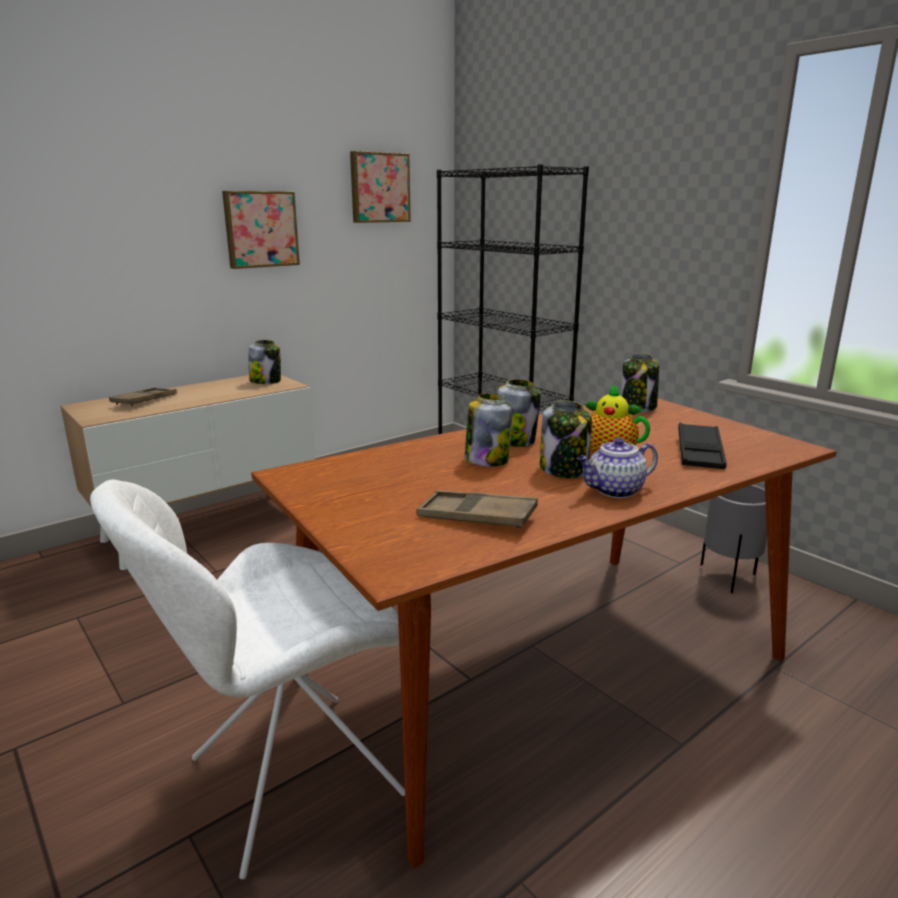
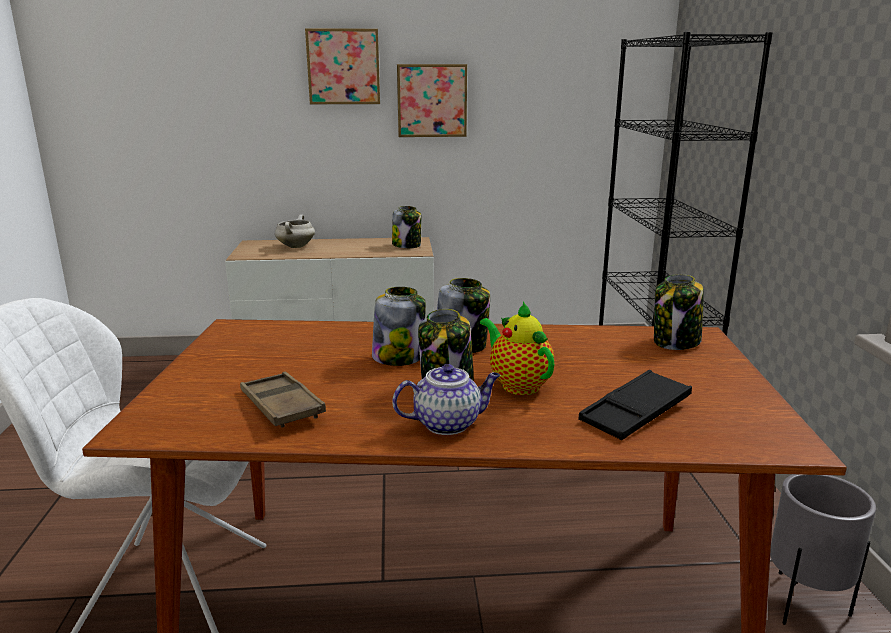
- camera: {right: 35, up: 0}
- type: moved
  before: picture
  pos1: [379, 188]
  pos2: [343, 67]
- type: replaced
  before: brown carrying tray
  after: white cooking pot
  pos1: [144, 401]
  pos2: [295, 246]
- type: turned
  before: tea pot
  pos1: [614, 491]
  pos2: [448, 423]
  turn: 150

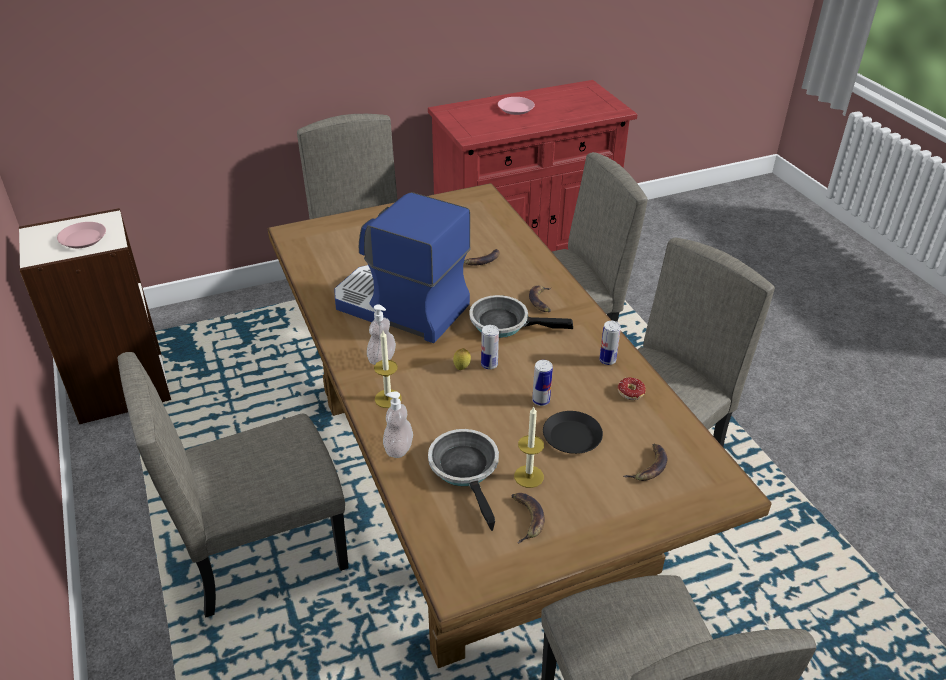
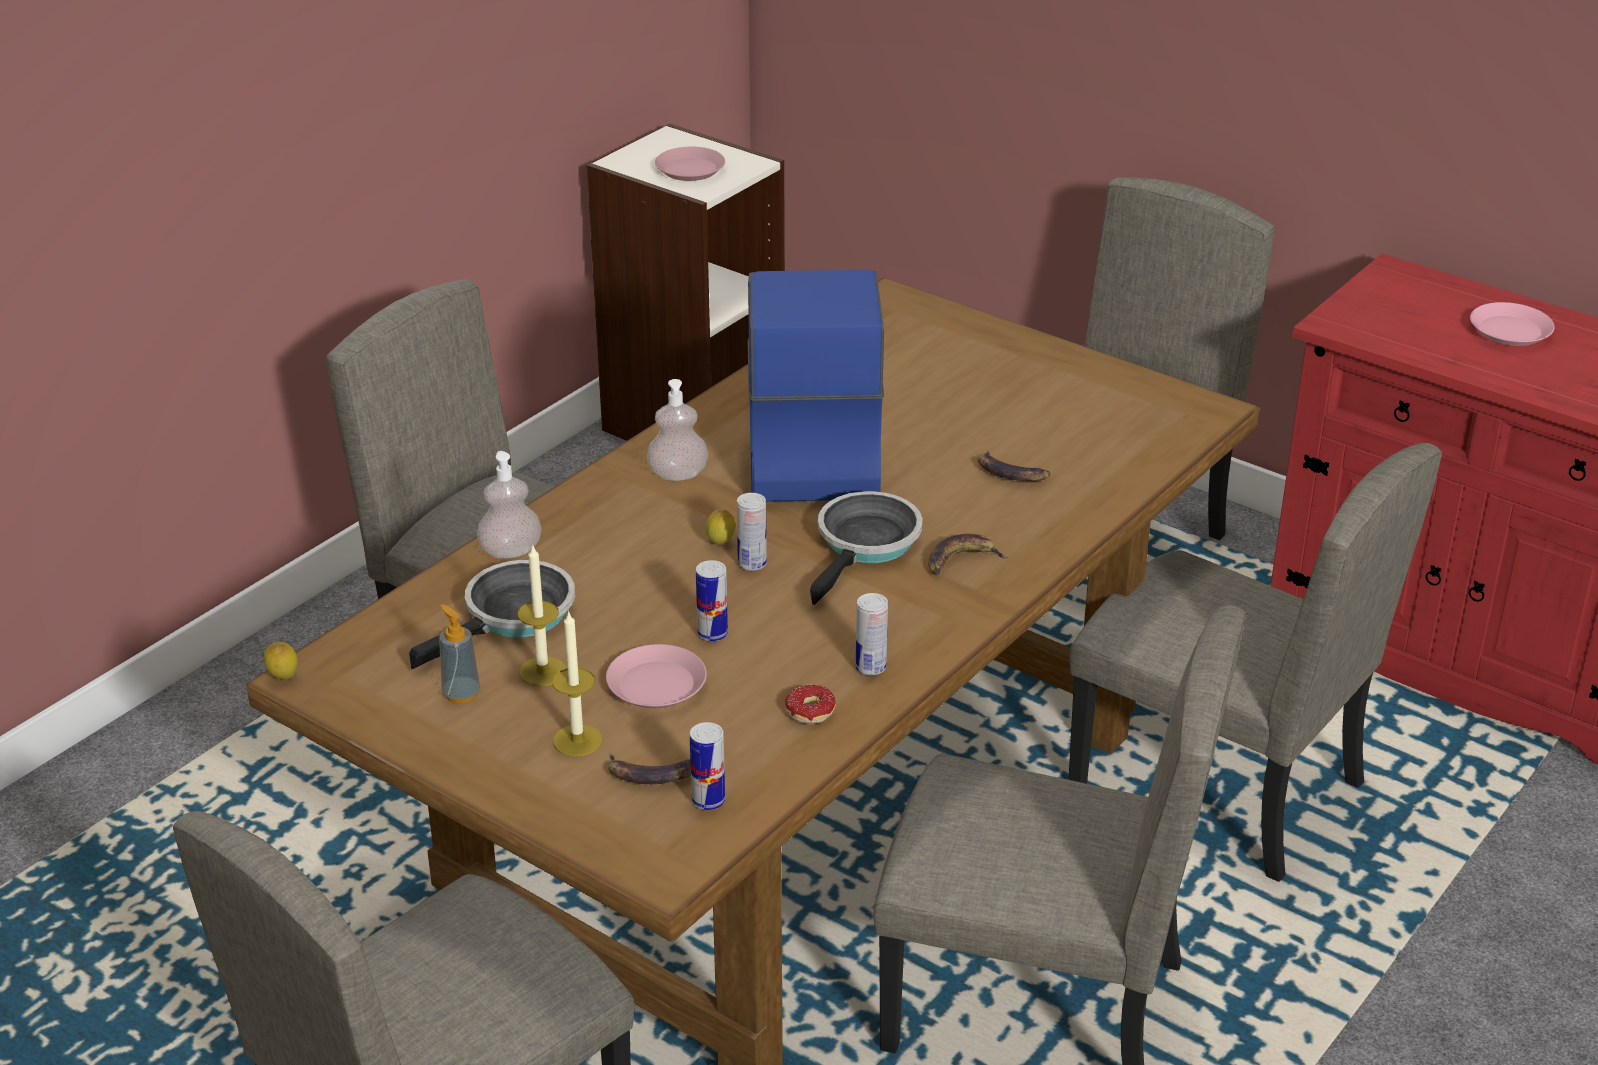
- camera: {right: 60, up: -5}
- type: turned
  before: skillet
  pos1: [504, 323]
  pos2: [866, 545]
  turn: 45
- type: moved
  before: wax candle
  pos1: [388, 398]
  pos2: [577, 740]
- type: recoloured
  before: black-coloured flat dish
  after: pink flat dish
  pos1: [571, 437]
  pos2: [656, 684]
- type: replaced
  before: whole banana
  after: liquid soap bottle
  pos1: [526, 518]
  pos2: [461, 694]
- type: added
  after: whole lemon
  pos2: [283, 678]
- type: added
  after: can
  pos2: [708, 801]

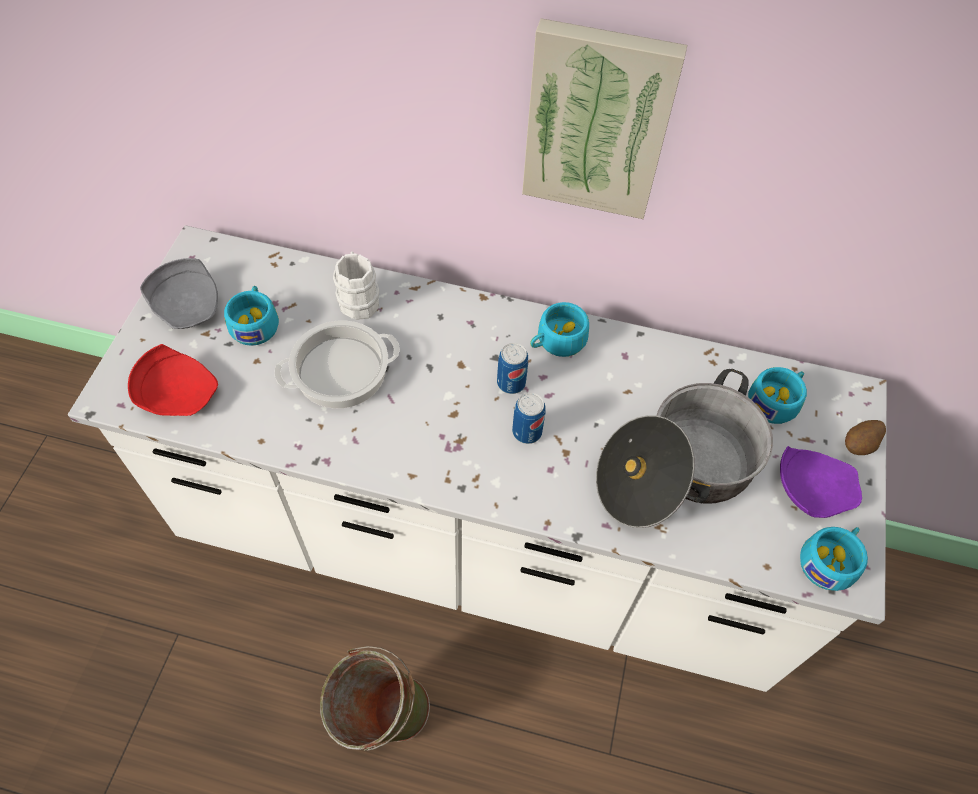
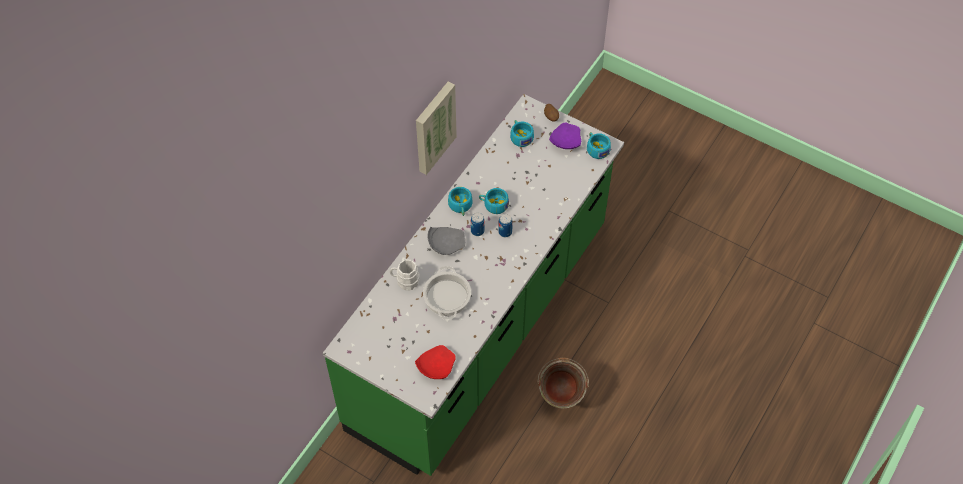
- camera: {right: -70, up: 0}
- type: recoloured
  before: white kitchen base unit
  after: greenish kitchen base unit
  pos1: [481, 545]
  pos2: [481, 328]
- type: moved
  before: gray flat dish
  pos1: [188, 305]
  pos2: [446, 243]
- type: moved
  before: blue-green cup
  pos1: [255, 323]
  pos2: [493, 204]
- type: removed
  before: cooking pot
  pos1: [676, 470]

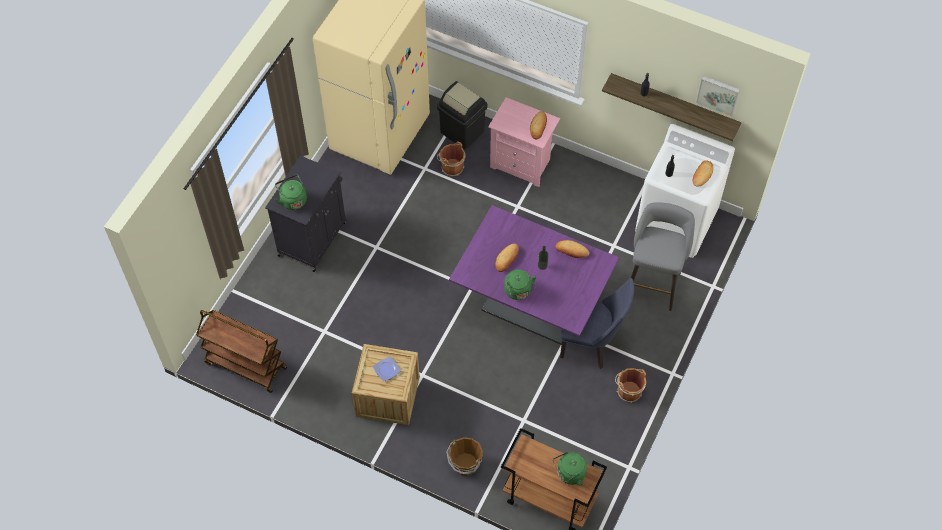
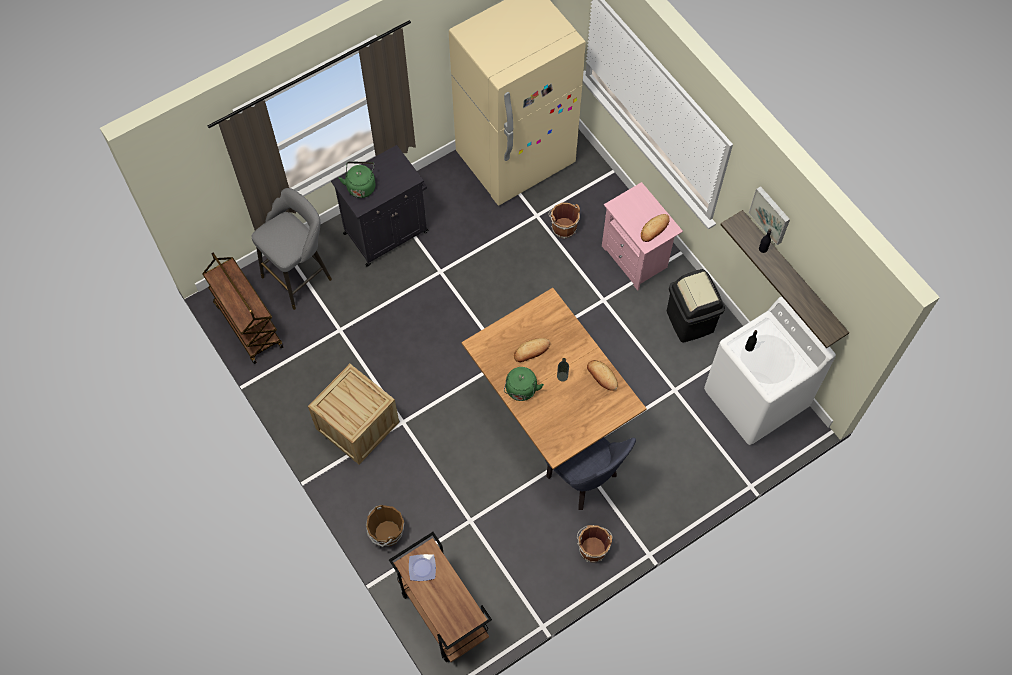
- camera: {right: 30, up: 5}
- type: moved
  before: picture
  pos1: [718, 94]
  pos2: [771, 214]
- type: moved
  before: black-coloured rubbish bin
  pos1: [462, 131]
  pos2: [690, 321]
- type: removed
  before: baked bread
  pos1: [702, 175]
- type: moved
  before: gray sitting stool
  pos1: [653, 282]
  pos2: [299, 275]
- type: recoloured
  before: purple-coloured dining table
  after: brown dining table
  pos1: [531, 308]
  pos2: [550, 411]
- type: moved
  before: flat dish
  pos1: [386, 369]
  pos2: [421, 567]
- type: removed
  before: greenish water kettle
  pos1: [569, 474]

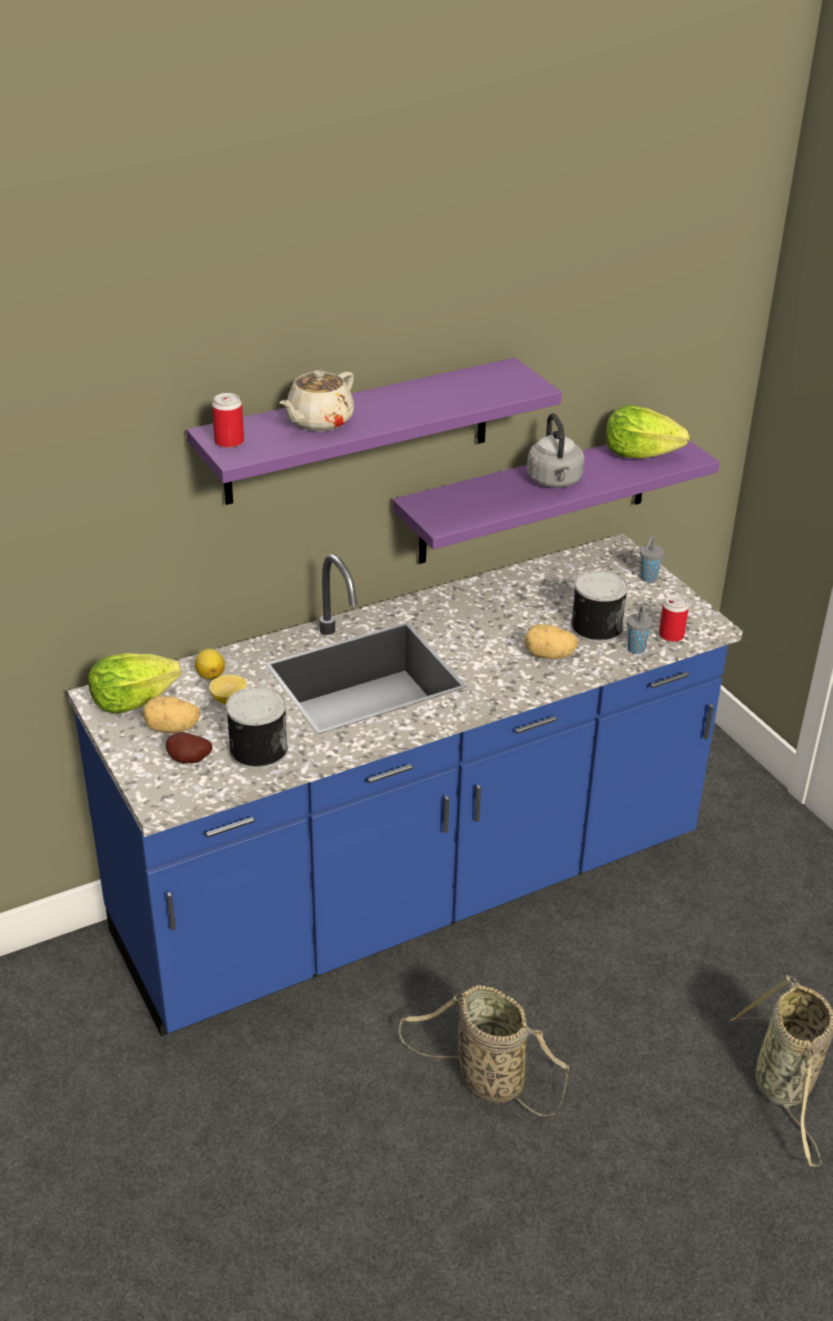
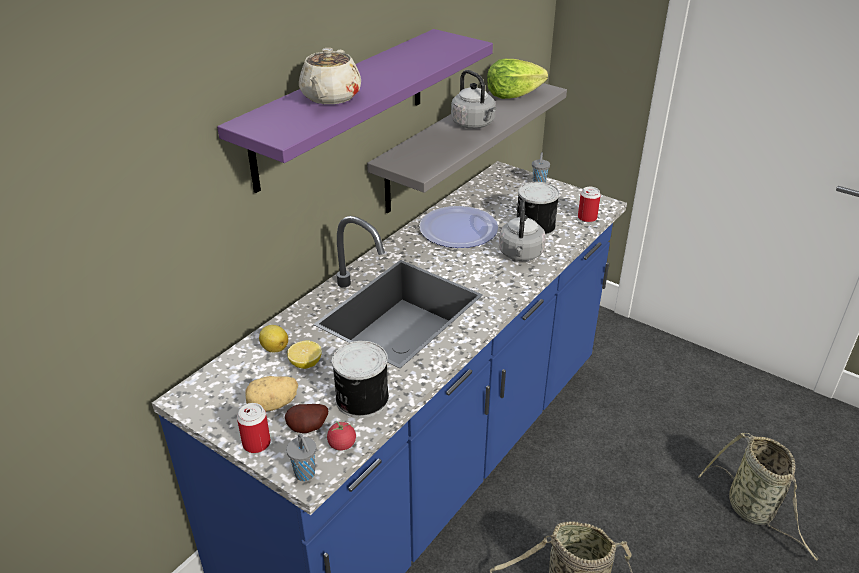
- camera: {right: -25, up: 0}
- type: moved
  before: can
  pos1: [229, 442]
  pos2: [256, 443]
- type: recoloured
  before: purple-coloured bracket shelf
  after: gray bracket shelf
  pos1: [535, 496]
  pos2: [448, 143]
- type: moved
  before: gray cup
  pos1: [636, 649]
  pos2: [305, 474]
- type: replaced
  before: spud
  after: gray water kettle
  pos1: [549, 655]
  pos2: [520, 255]
- type: removed
  before: lettuce head
  pos1: [132, 701]
- type: added
  after: flat dish
  pos2: [458, 229]
- type: added
  after: tomato
  pos2: [342, 444]

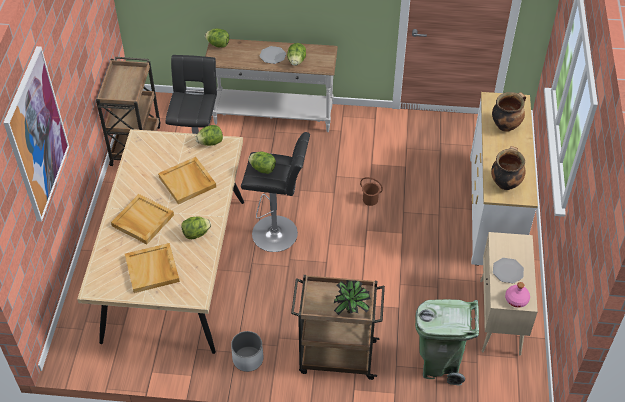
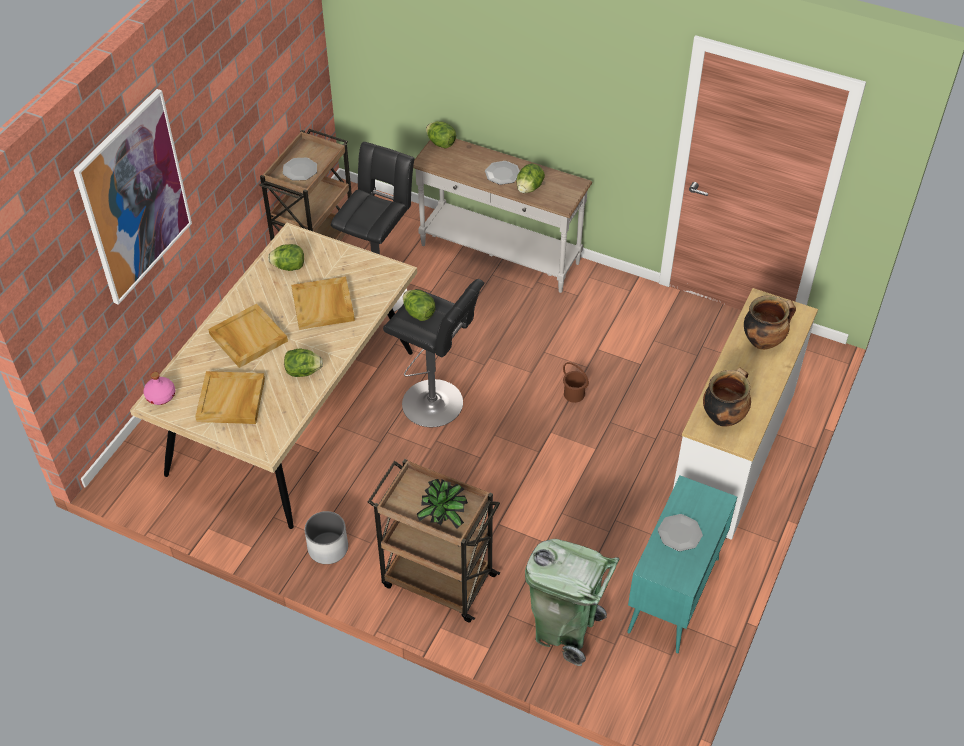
- camera: {right: 20, up: 0}
- type: moved
  before: lettuce head
  pos1: [210, 142]
  pos2: [289, 267]
- type: recoloured
  before: beige cupboard
  after: blue-green cupboard
  pos1: [500, 318]
  pos2: [673, 596]
- type: moved
  before: pink beverage bottle
  pos1: [516, 299]
  pos2: [161, 395]
- type: added
  after: flat dish
  pos2: [300, 170]

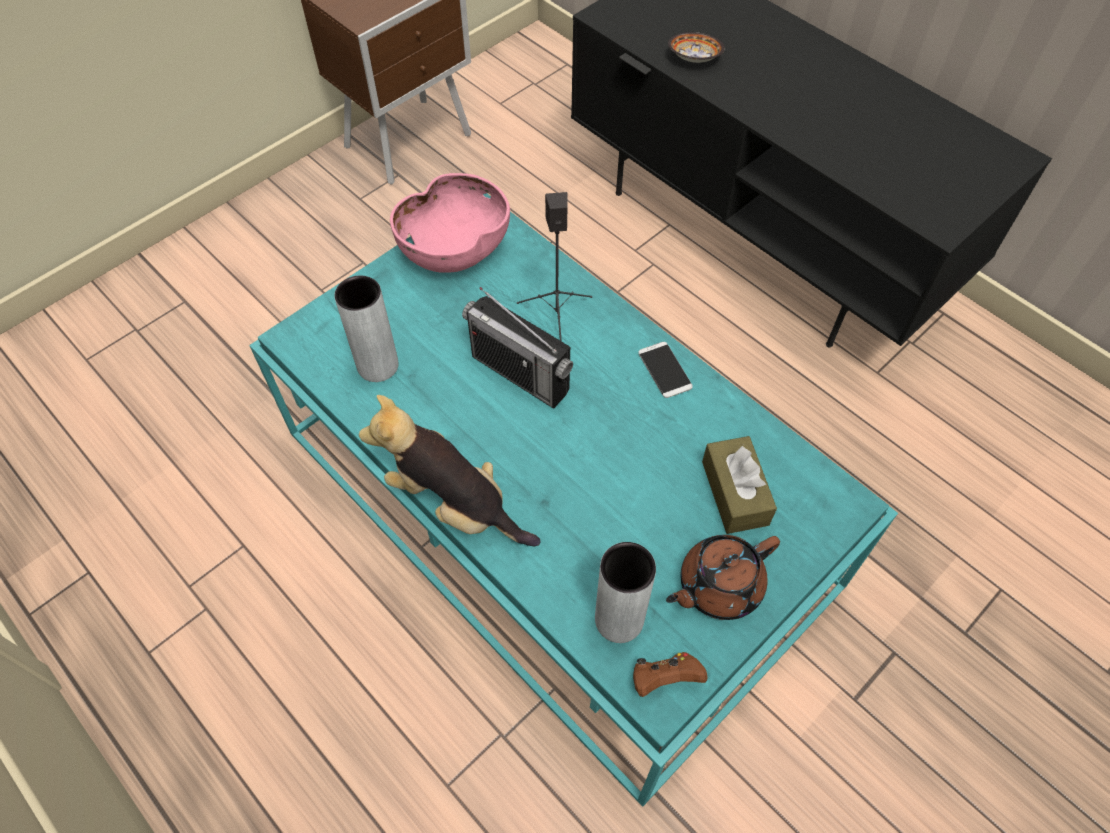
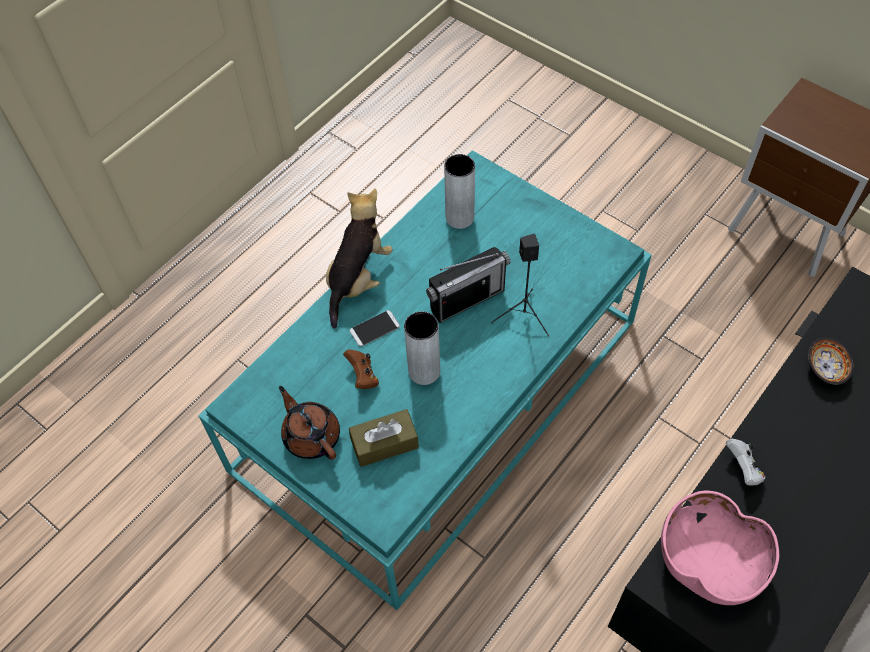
- camera: {right: 85, up: 0}
- type: moved
  before: pink serving bowl
  pos1: [455, 250]
  pos2: [708, 562]
- type: turned
  before: radio
  pos1: [520, 373]
  pos2: [467, 300]
  turn: -150
- type: moved
  before: handset
  pos1: [664, 370]
  pos2: [374, 328]
- type: moved
  before: gray flower vase
  pos1: [619, 619]
  pos2: [424, 371]
- type: moved
  before: brown joypad
  pos1: [664, 678]
  pos2: [363, 376]
- type: added
  after: white joypad
  pos2: [743, 468]

